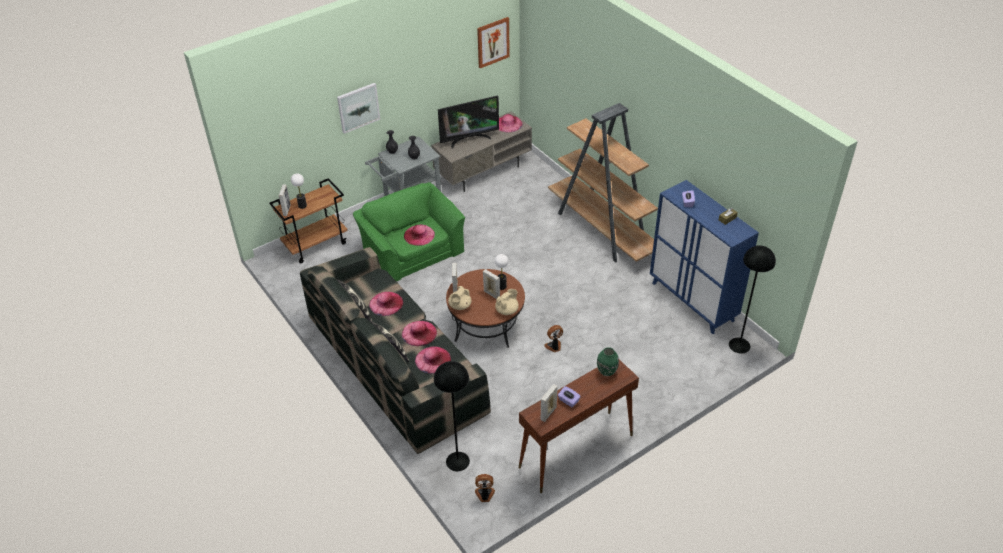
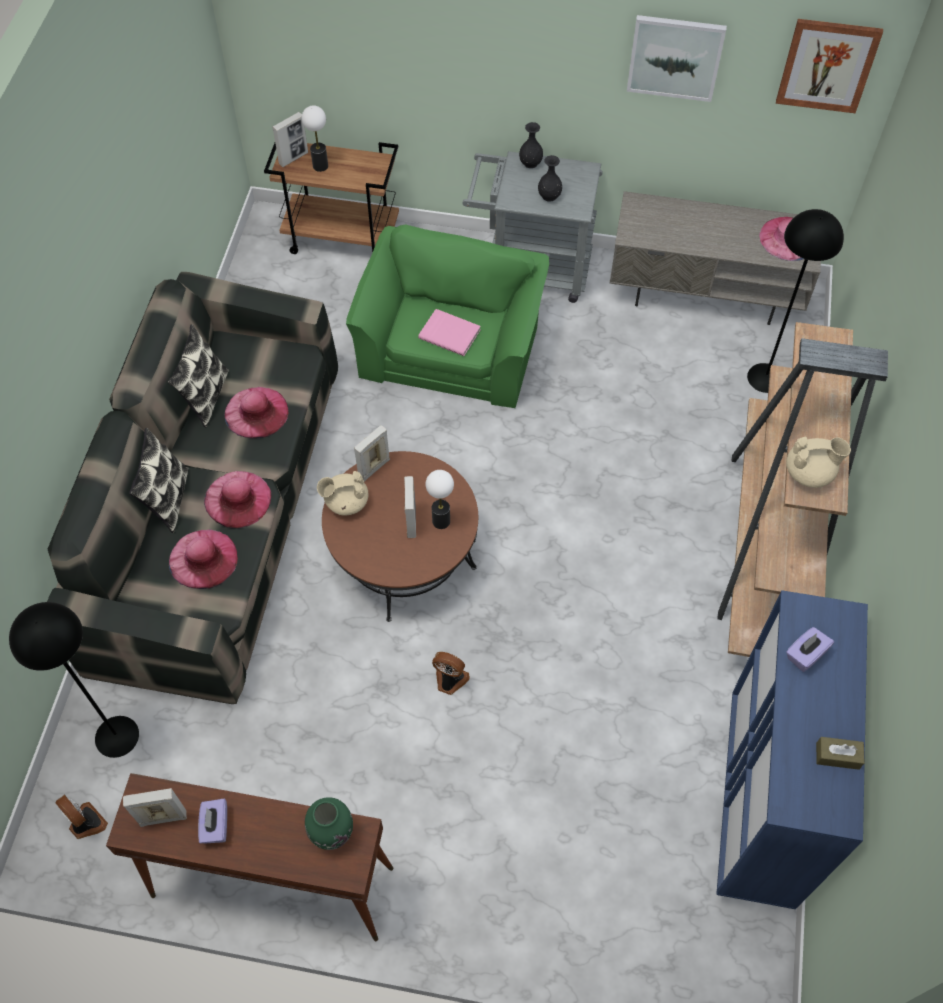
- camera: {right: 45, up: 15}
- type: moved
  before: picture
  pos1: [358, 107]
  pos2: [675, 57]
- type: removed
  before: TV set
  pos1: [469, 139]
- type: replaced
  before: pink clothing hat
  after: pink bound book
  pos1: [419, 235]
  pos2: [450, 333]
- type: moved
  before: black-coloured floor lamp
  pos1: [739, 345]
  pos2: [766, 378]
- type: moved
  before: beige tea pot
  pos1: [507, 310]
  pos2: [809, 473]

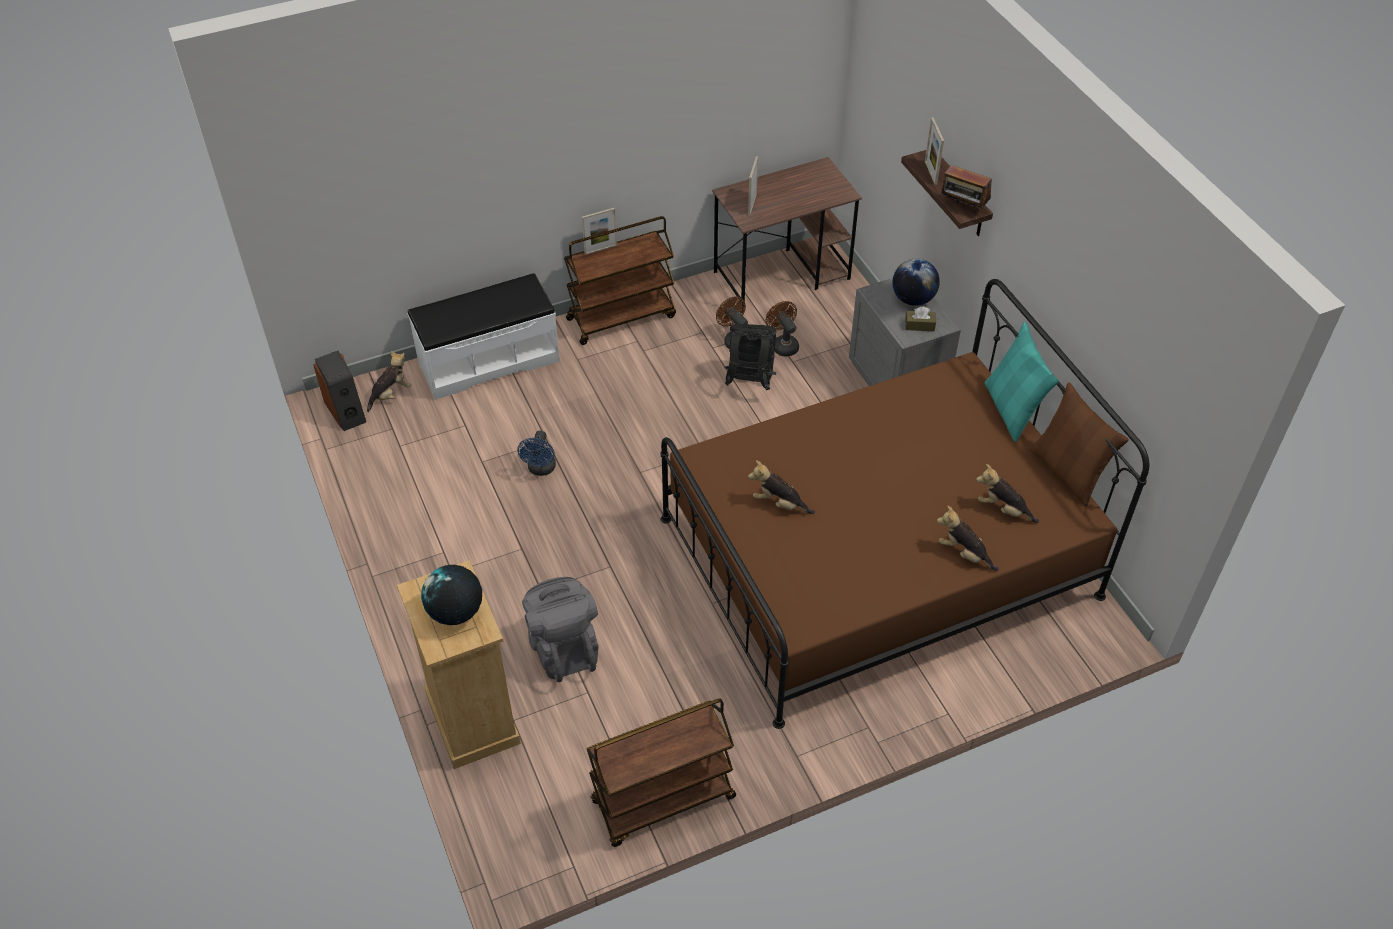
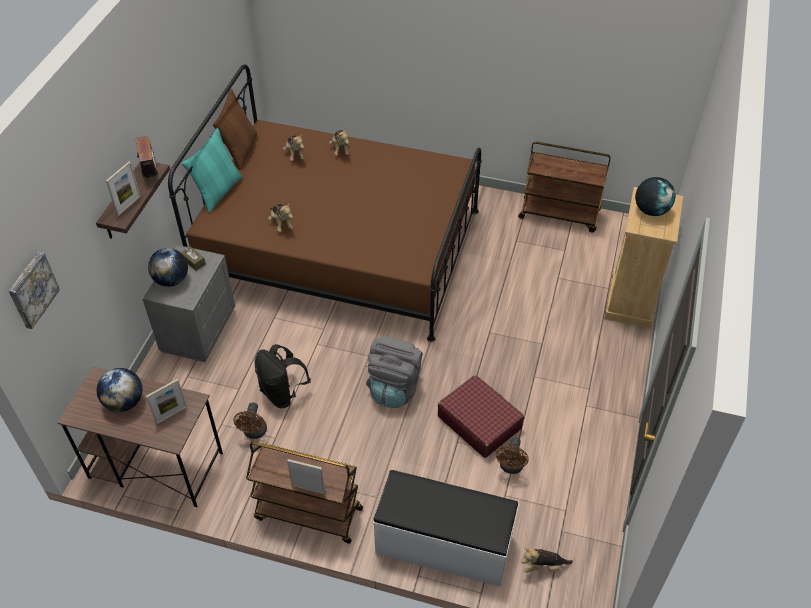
- camera: {right: -140, up: 0}
- type: moved
  before: brown cooling fan
  pos1: [783, 345]
  pos2: [511, 467]
- type: removed
  before: audio speaker
  pos1: [346, 411]
- type: replaced
  before: bluish cooling fan
  after: red travel case
  pos1: [541, 469]
  pos2: [479, 422]
- type: moved
  before: soft toy
  pos1: [779, 503]
  pos2: [281, 223]
- type: moved
  before: gray knapsack
  pos1: [564, 648]
  pos2: [394, 387]
- type: added
  after: picture
  pos2: [32, 289]
- type: added
  after: world globe
  pos2: [124, 402]

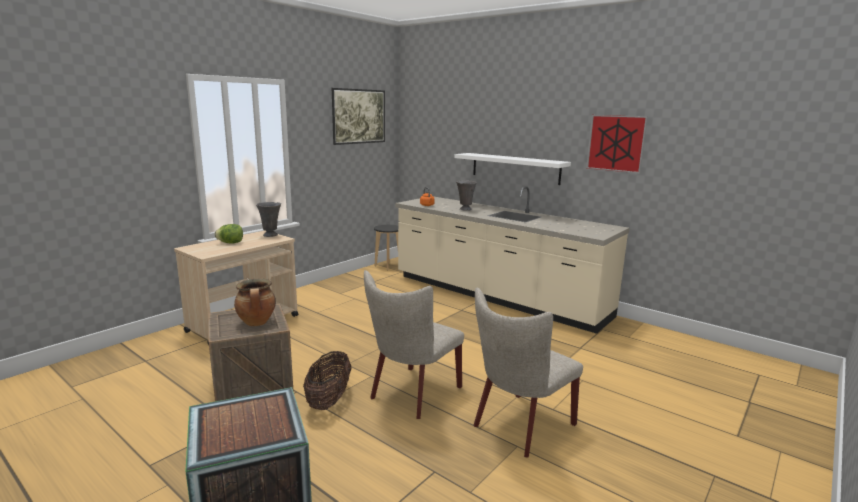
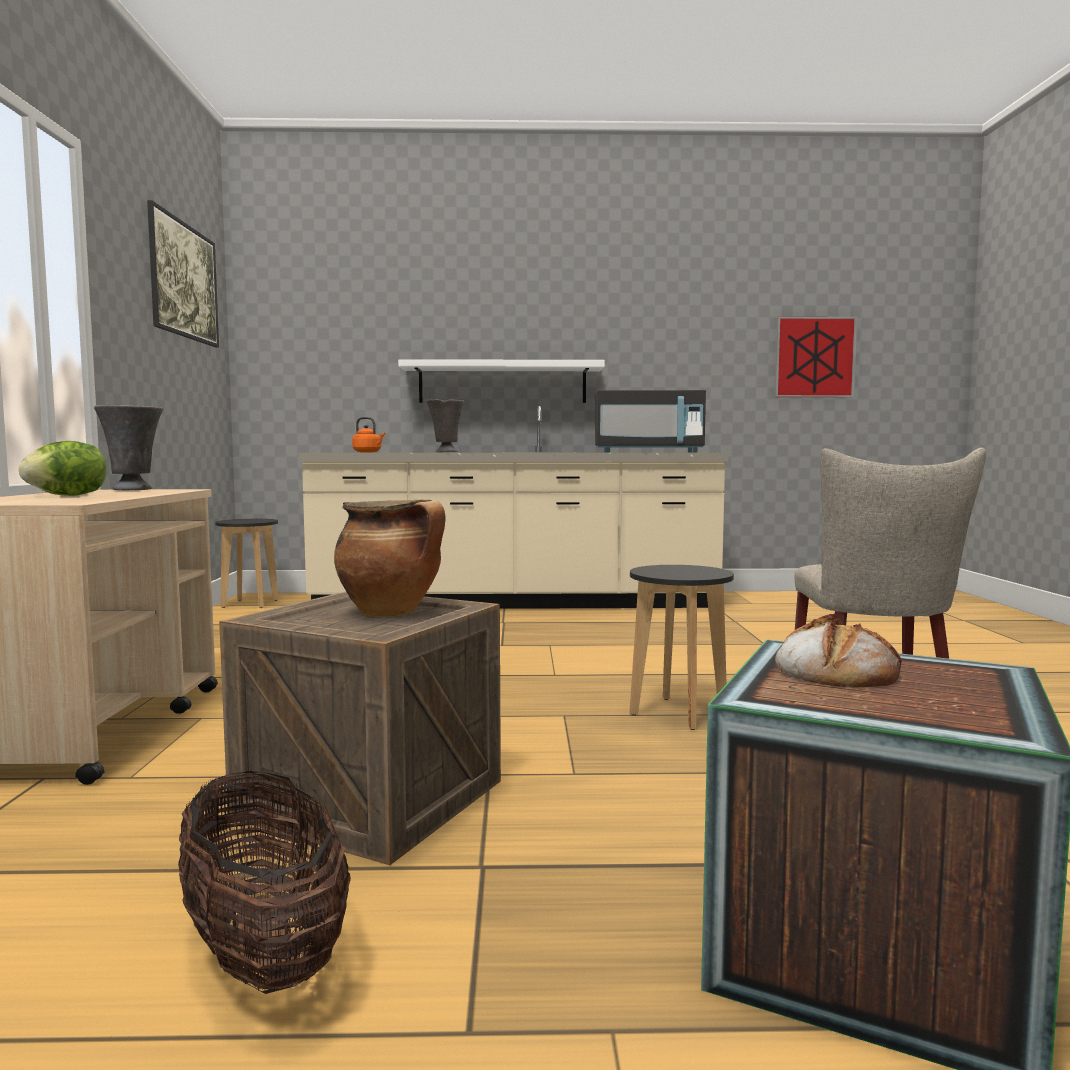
- camera: {right: -40, up: -10}
- type: moved
  before: picture
  pos1: [616, 143]
  pos2: [814, 357]
- type: replaced
  before: beige upright chair
  after: black-coloured sitting stool
  pos1: [412, 394]
  pos2: [678, 713]
- type: moved
  before: storage basket
  pos1: [329, 400]
  pos2: [264, 951]
- type: added
  after: black-coloured microwave oven
  pos2: [648, 452]
- type: added
  after: baked bread
  pos2: [835, 670]

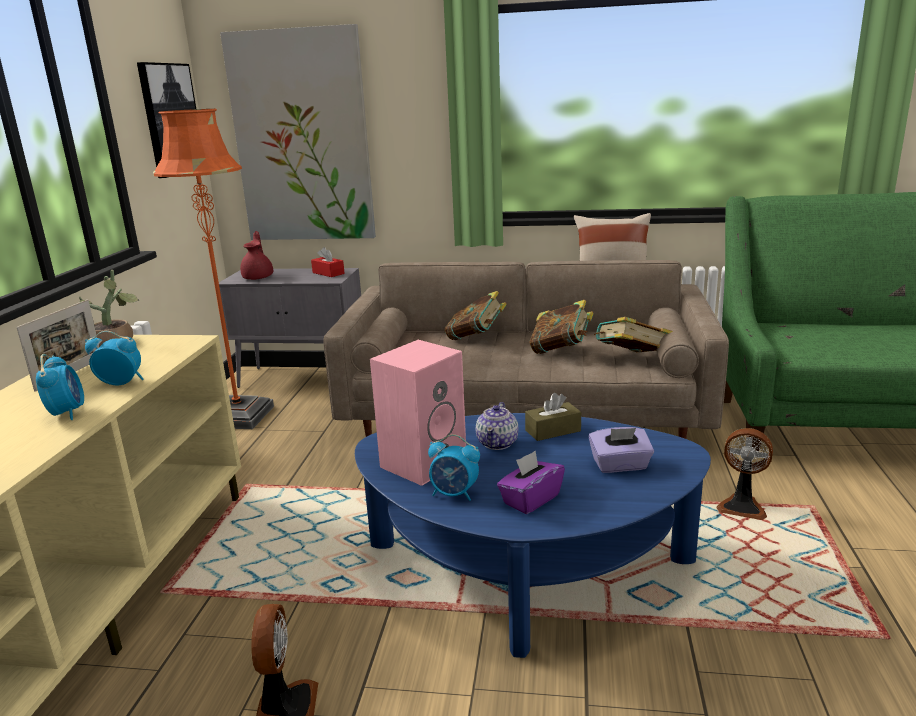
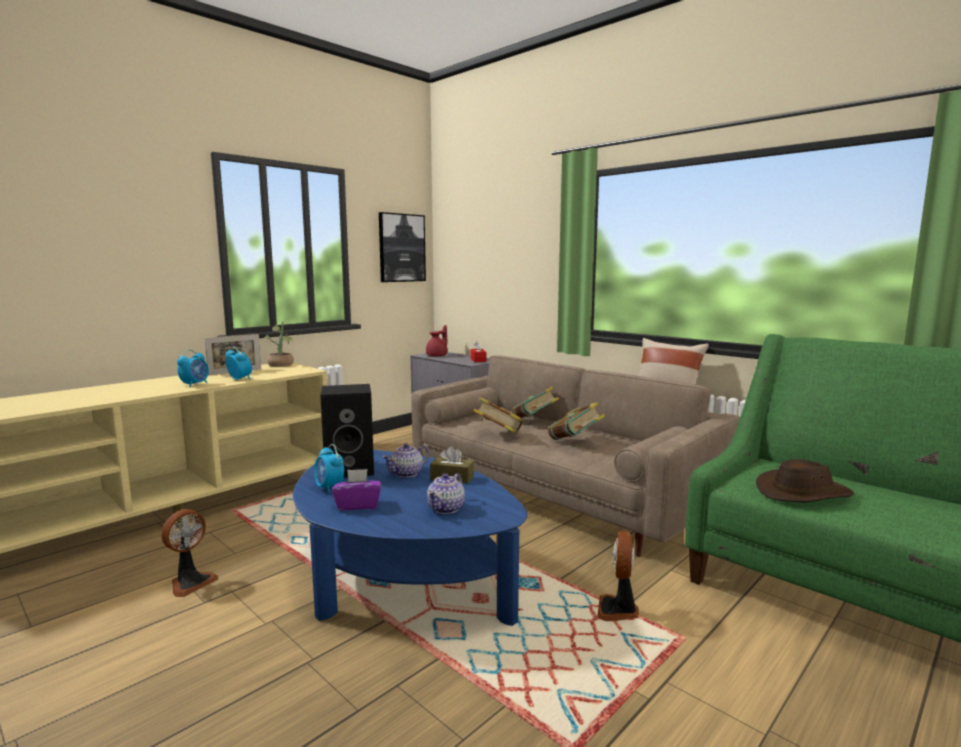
- camera: {right: 35, up: -10}
- type: removed
  before: picture
  pos1: [302, 138]
- type: removed
  before: orange-coloured floor lamp
  pos1: [239, 416]
- type: moved
  before: bound book
  pos1: [631, 360]
  pos2: [498, 435]
- type: recoloured
  before: pink audio speaker
  after: black-coloured audio speaker
  pos1: [423, 461]
  pos2: [351, 469]
- type: replaced
  before: purple-coloured tissue holder
  after: tea pot
  pos1: [620, 465]
  pos2: [446, 508]
- type: turned
  before: cooling fan
  pos1: [742, 507]
  pos2: [618, 611]
  turn: 45
- type: added
  after: brown clothing hat
  pos2: [803, 493]

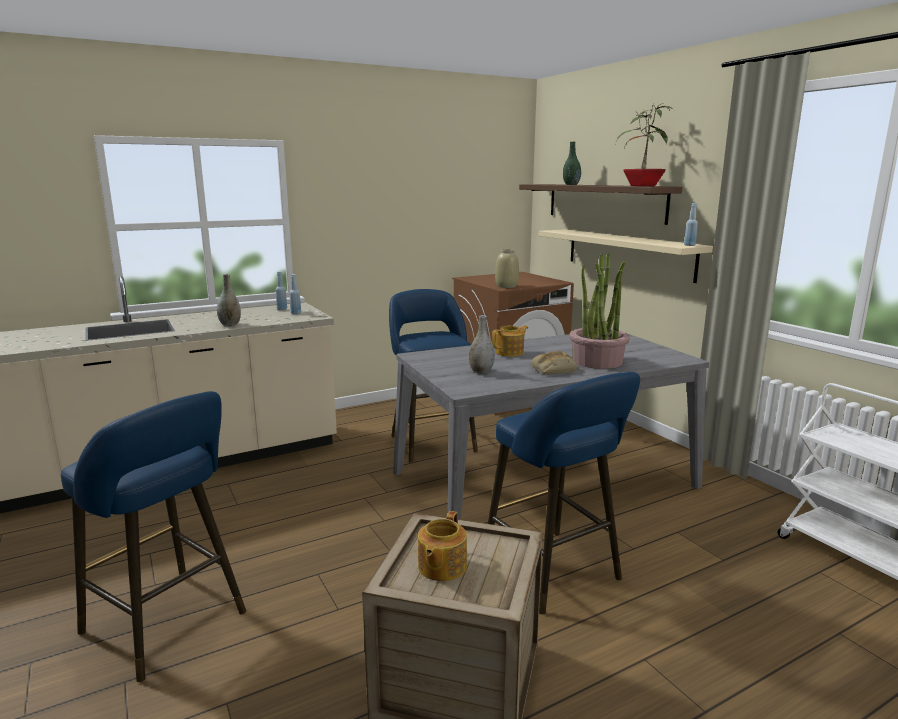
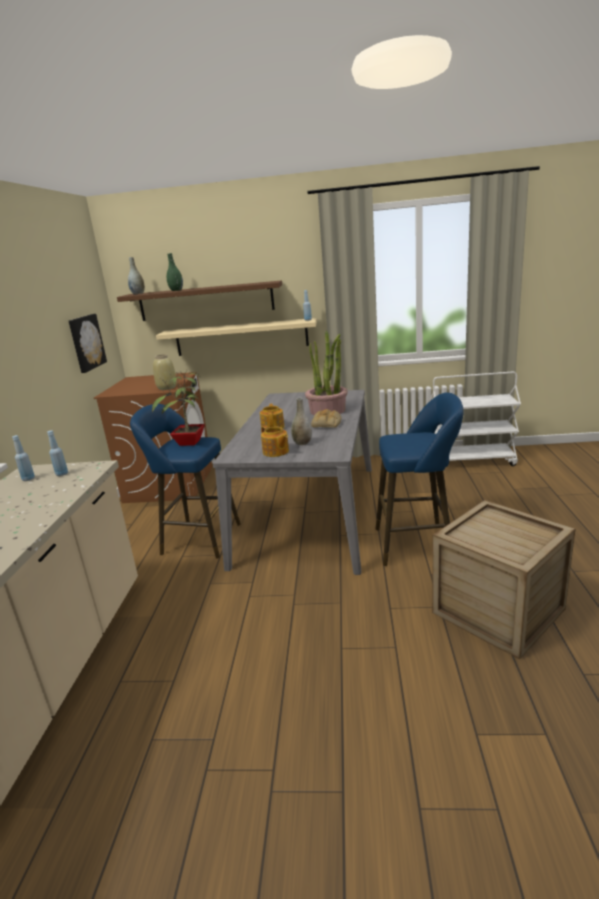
- camera: {right: -55, up: 5}
- type: moved
  before: houseplant
  pos1: [641, 186]
  pos2: [189, 443]
- type: moved
  before: gray flower vase
  pos1: [230, 324]
  pos2: [138, 294]
- type: removed
  before: bluish sitting stool
  pos1: [170, 626]
- type: moved
  before: tea pot
  pos1: [441, 567]
  pos2: [276, 452]
- type: added
  after: picture
  pos2: [86, 342]

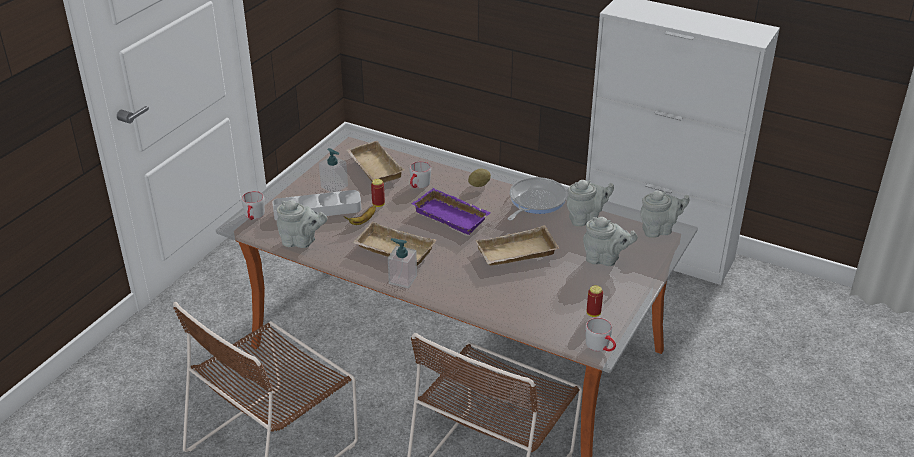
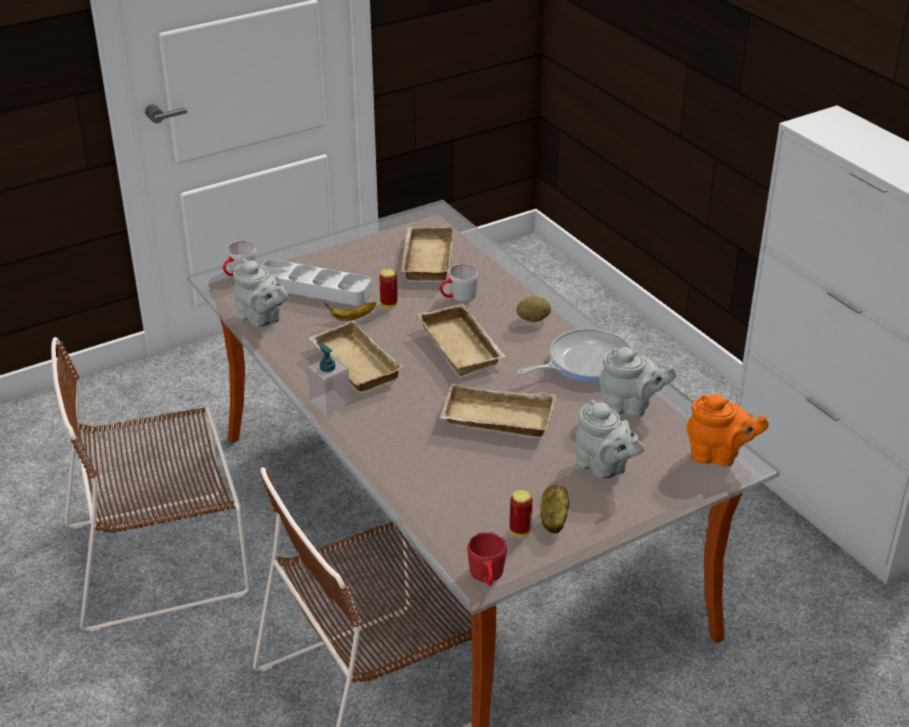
- camera: {right: 30, up: 0}
- type: removed
  before: liquid soap bottle
  pos1: [334, 186]
- type: recoloured
  before: purple-coloured carrying tray
  after: beige carrying tray
  pos1: [453, 215]
  pos2: [464, 346]
- type: recoloured
  before: gray tea pot
  after: orange-coloured tea pot
  pos1: [659, 230]
  pos2: [718, 456]
- type: recoloured
  before: gray mug
  after: red mug
  pos1: [601, 347]
  pos2: [488, 577]
- type: added
  after: spud
  pos2: [553, 519]

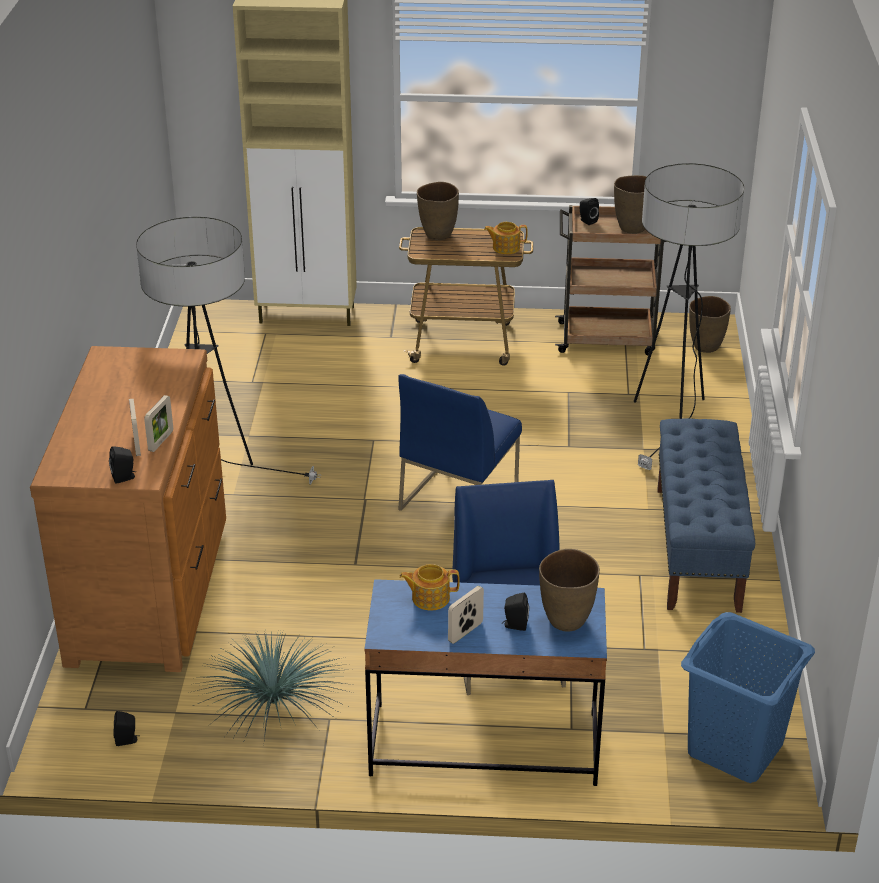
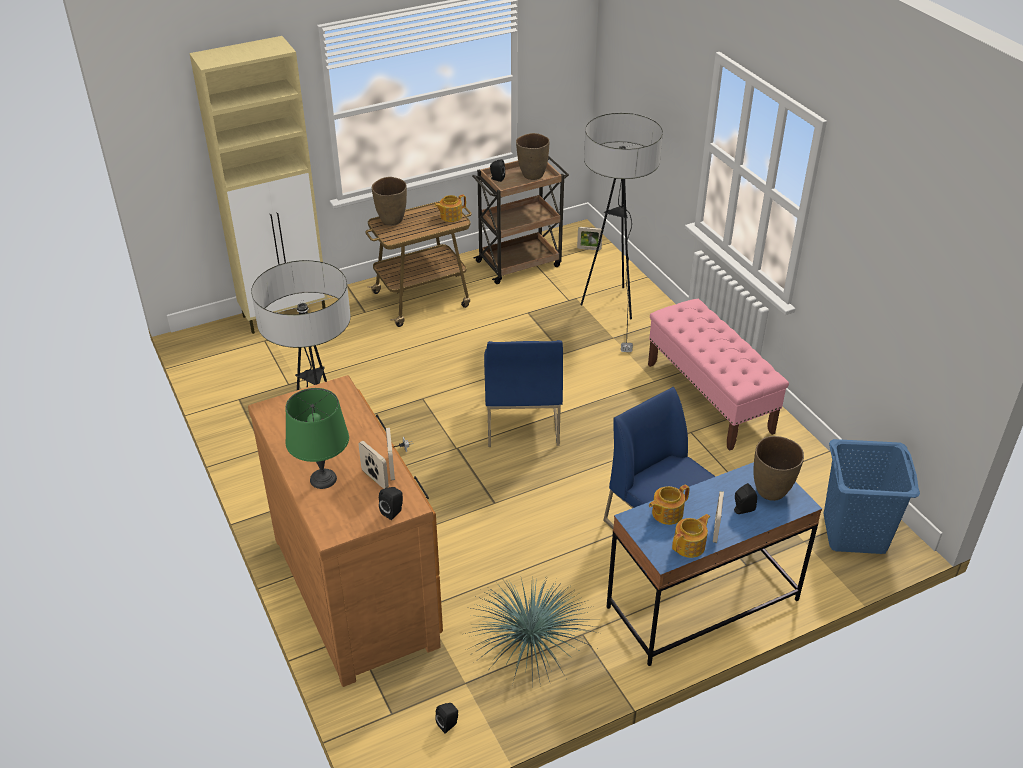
- camera: {right: -30, up: 5}
- type: replaced
  before: brown flower vase
  after: photo frame
  pos1: [706, 347]
  pos2: [589, 248]
- type: recoloured
  before: bluish bench
  after: pink bench
  pos1: [697, 548]
  pos2: [709, 398]
- type: added
  after: greenish table lamp
  pos2: [322, 479]
- type: added
  after: tea pot
  pos2: [690, 545]

